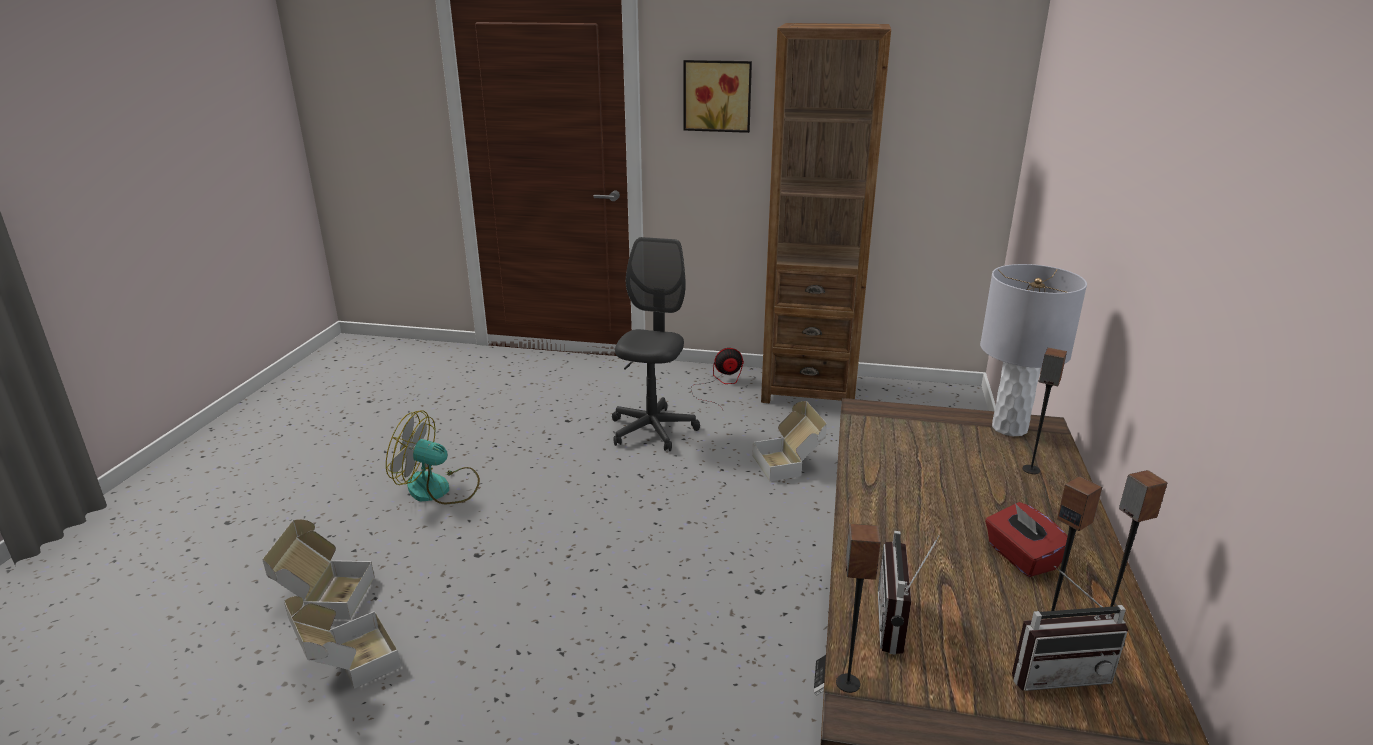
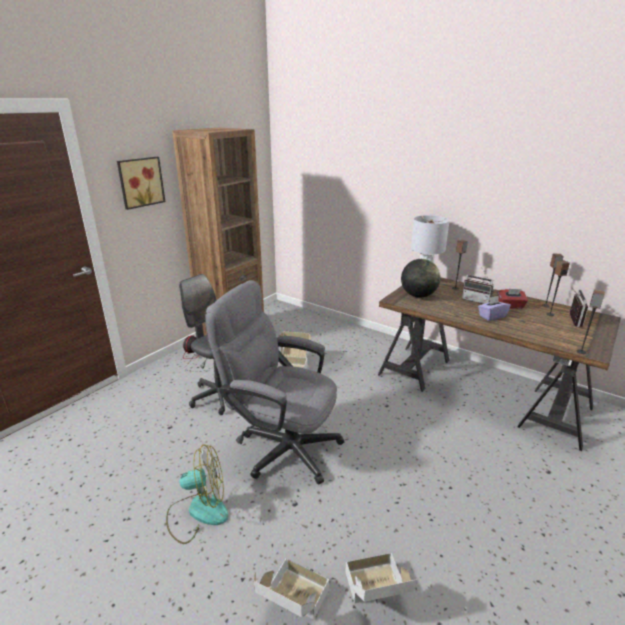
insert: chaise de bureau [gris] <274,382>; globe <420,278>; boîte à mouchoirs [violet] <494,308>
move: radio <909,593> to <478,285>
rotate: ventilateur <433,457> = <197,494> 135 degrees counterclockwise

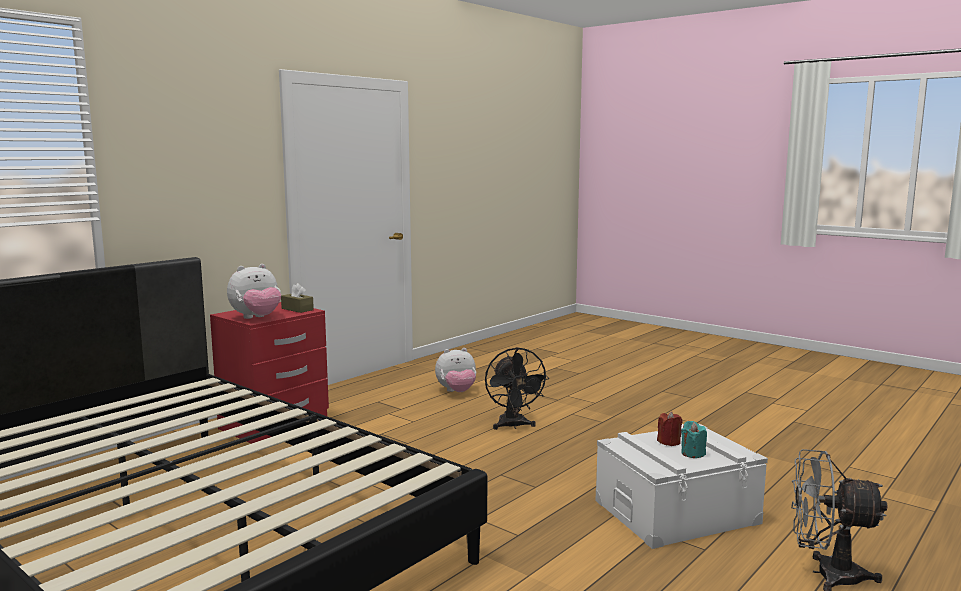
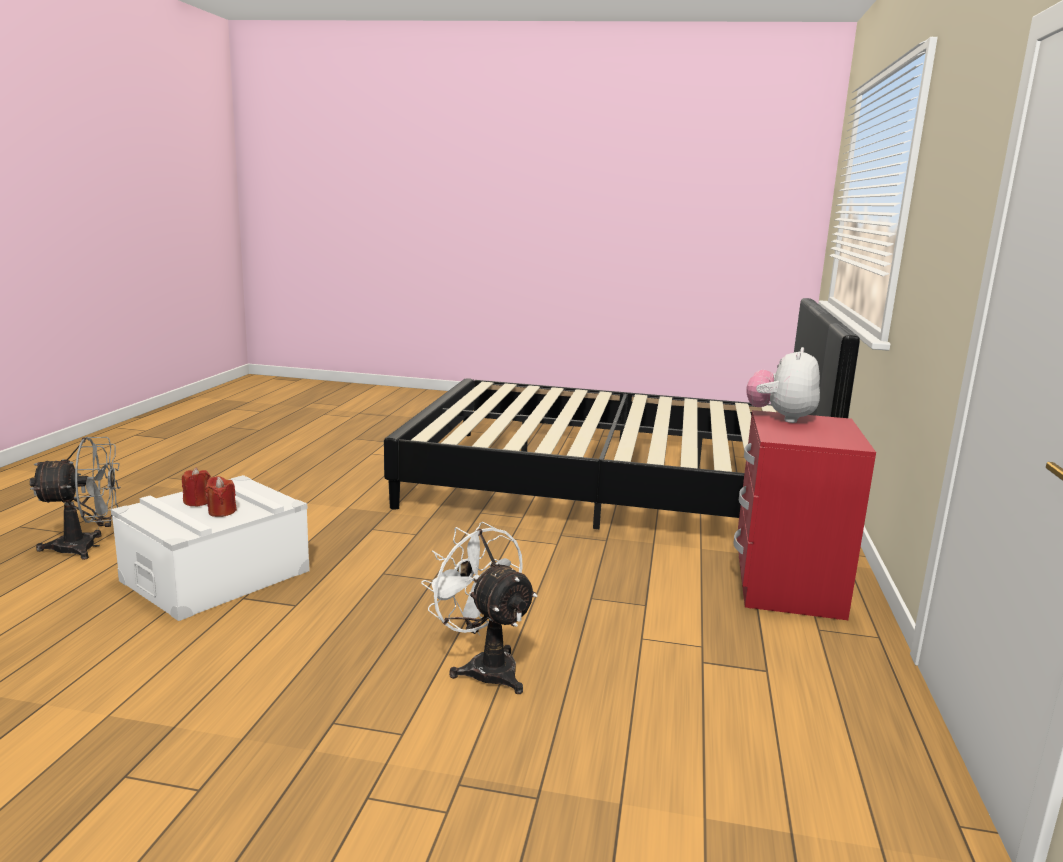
delete: boîte à mouchoirs [marron] <297,298>; peluche <455,370>
recolor: ventilateur [noir] <517,388> to ventilateur [blanc] <479,608>; bougie [turquoise] <694,439> to bougie [rouge] <196,487>

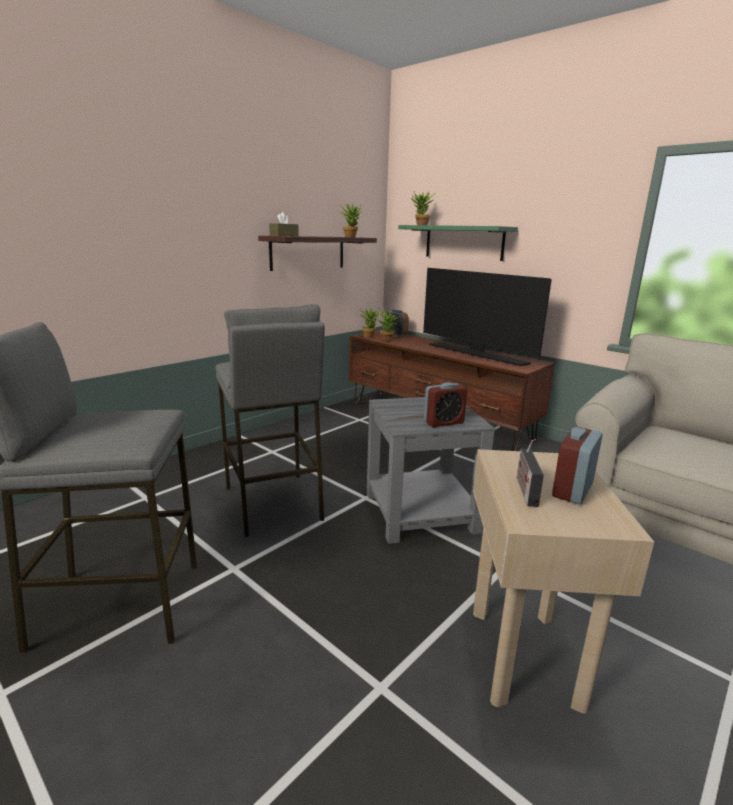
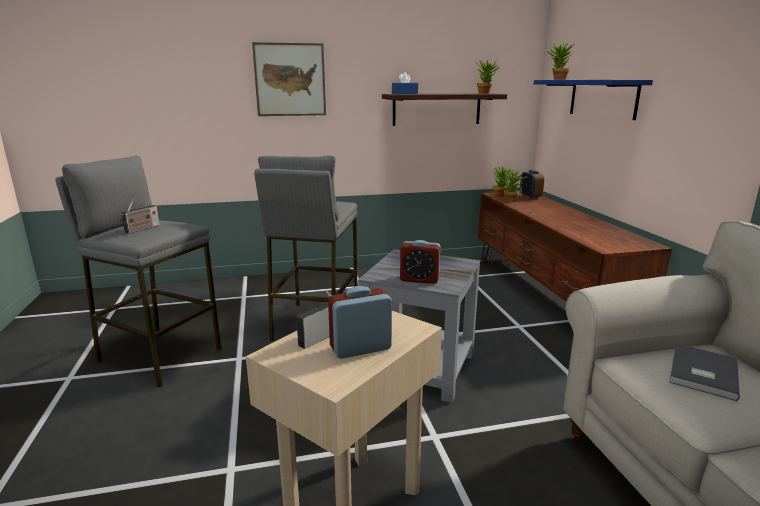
delete: téléviseur <487,317>
insert: radio <139,216>; tableau <289,79>; livre [gris] <704,372>
recolor: boîte à mouchoirs [marron] <284,224> to boîte à mouchoirs [bleu] <405,83>; étagère [vert] <458,243> to étagère [bleu] <593,100>

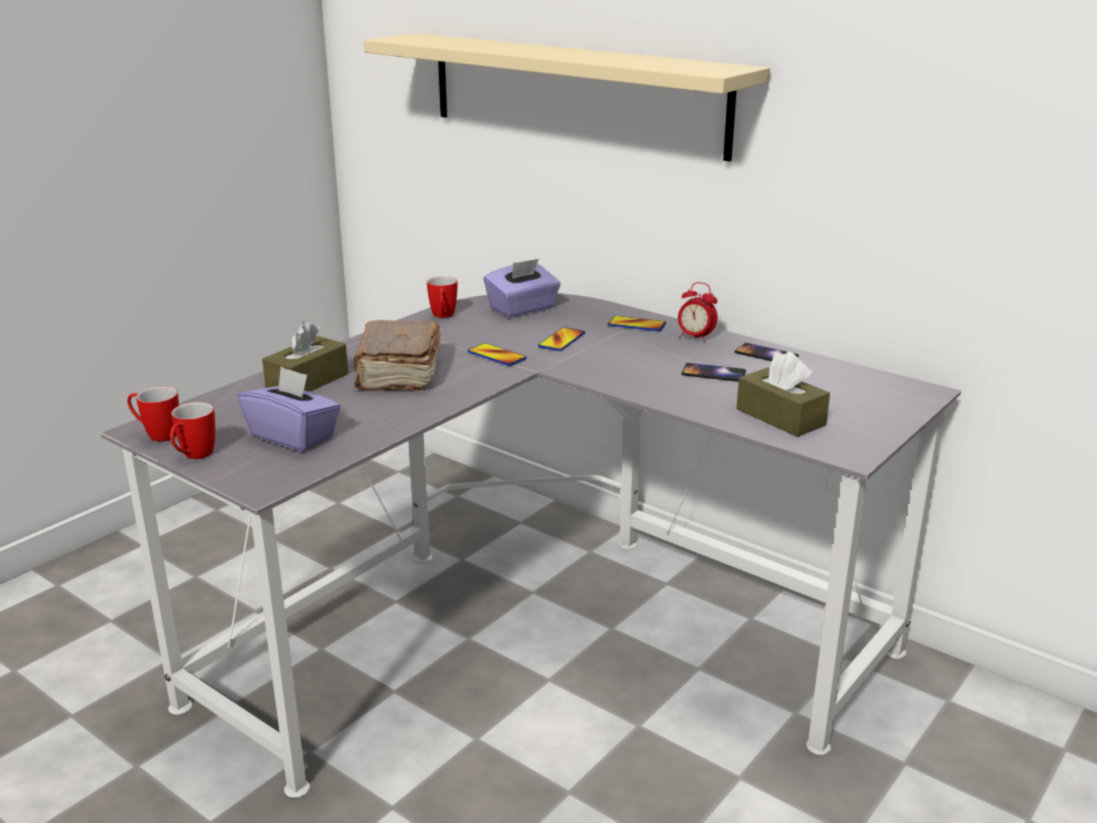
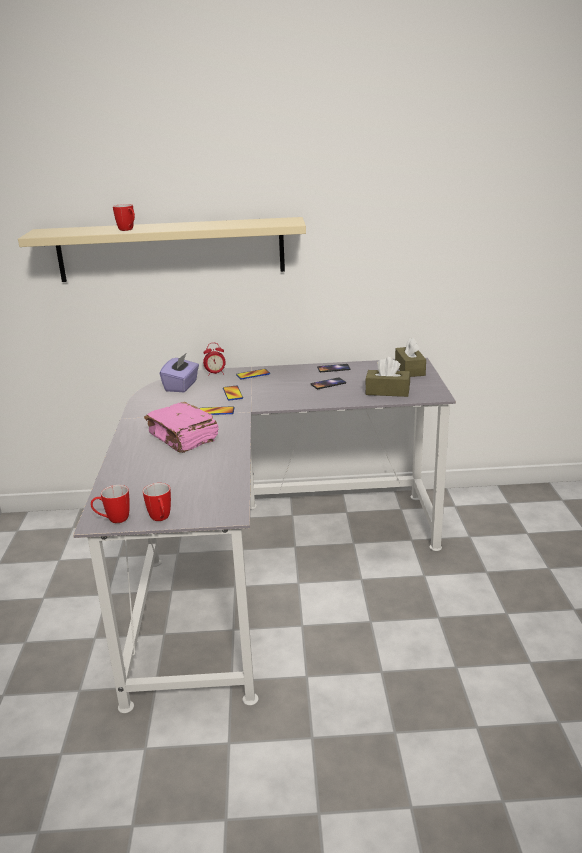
delete: boîte à mouchoirs [violet] <289,409>
move: boîte à mouchoirs [marron] <305,356> to <410,357>; mug <442,297> to <124,217>; réveil <698,312> to <214,359>
recolor: livre [marron] <397,355> to livre [rose] <181,427>

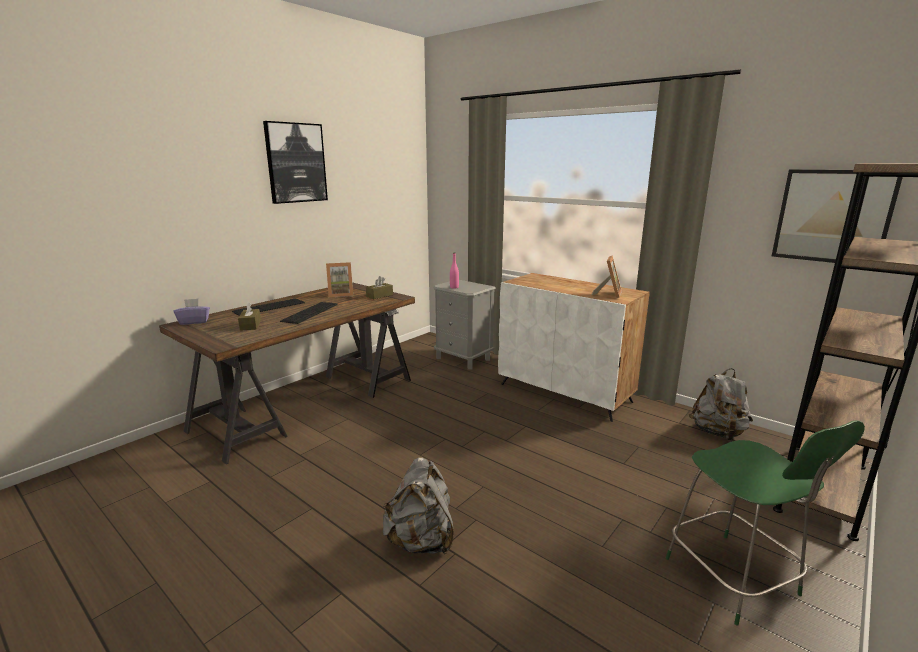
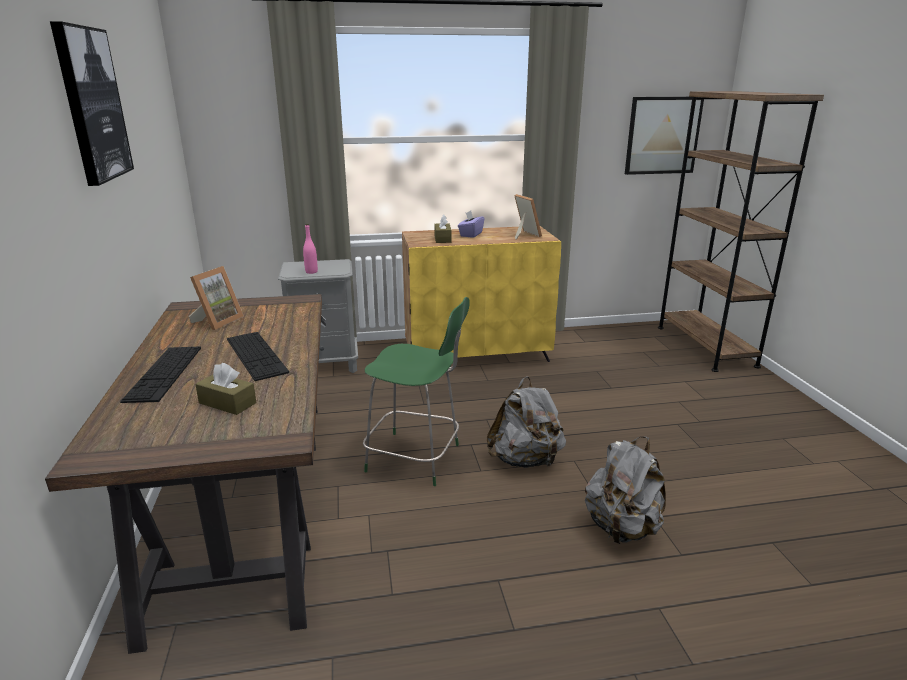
move: boîte à mouchoirs [violet] <191,312> to <471,224>; boîte à mouchoirs [marron] <379,287> to <443,229>; chaise [vert] <765,523> to <416,391>; sac à dos [gris] <721,404> to <526,422>
recolor: meuble de rangement [blanc] <574,347> to meuble de rangement [jaune] <481,294>

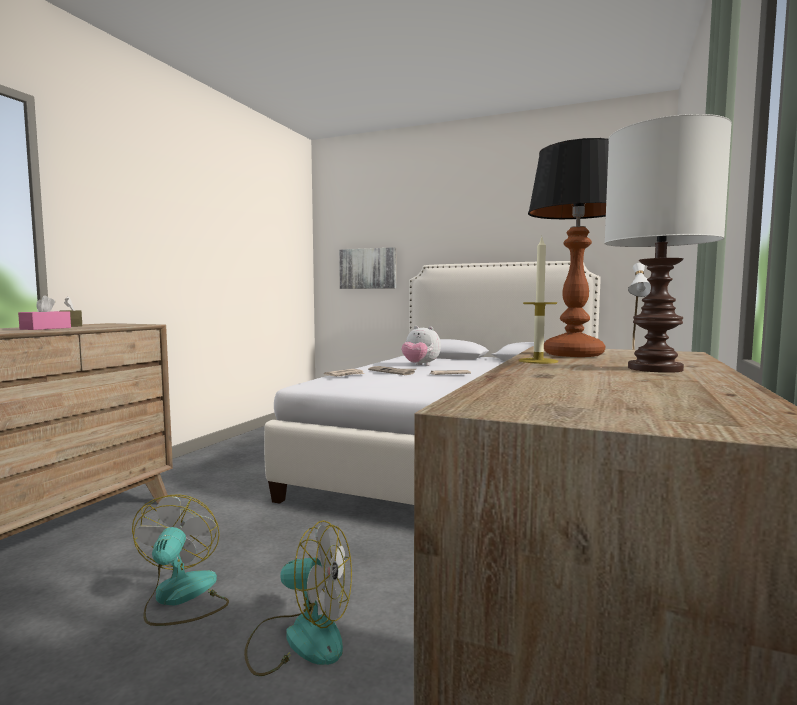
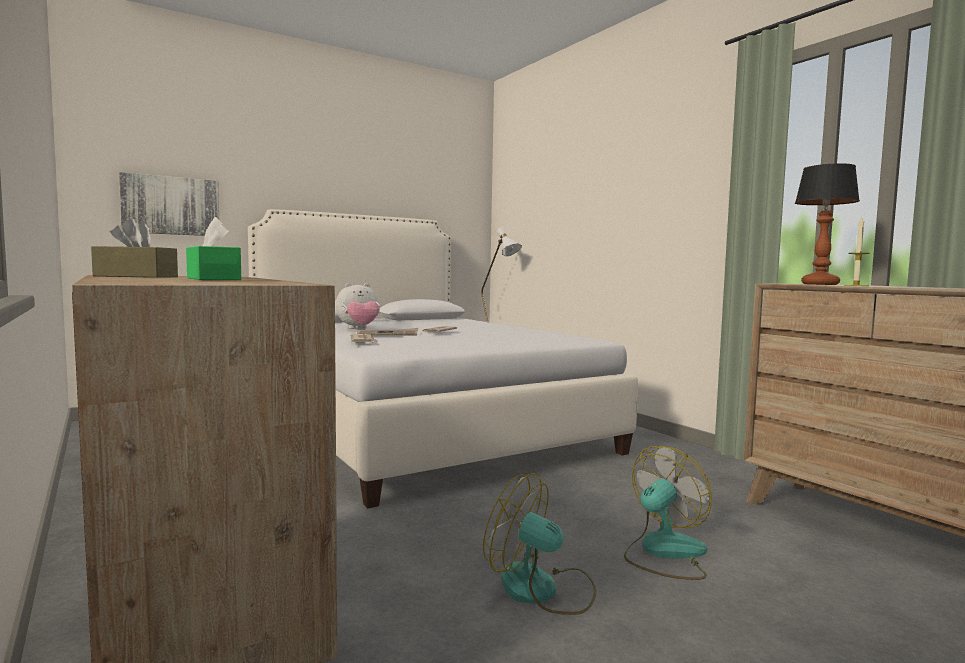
delete: lampe de table [blanc] <668,243>
recolor: boîte à mouchoirs [rose] <44,312> to boîte à mouchoirs [vert] <213,248>

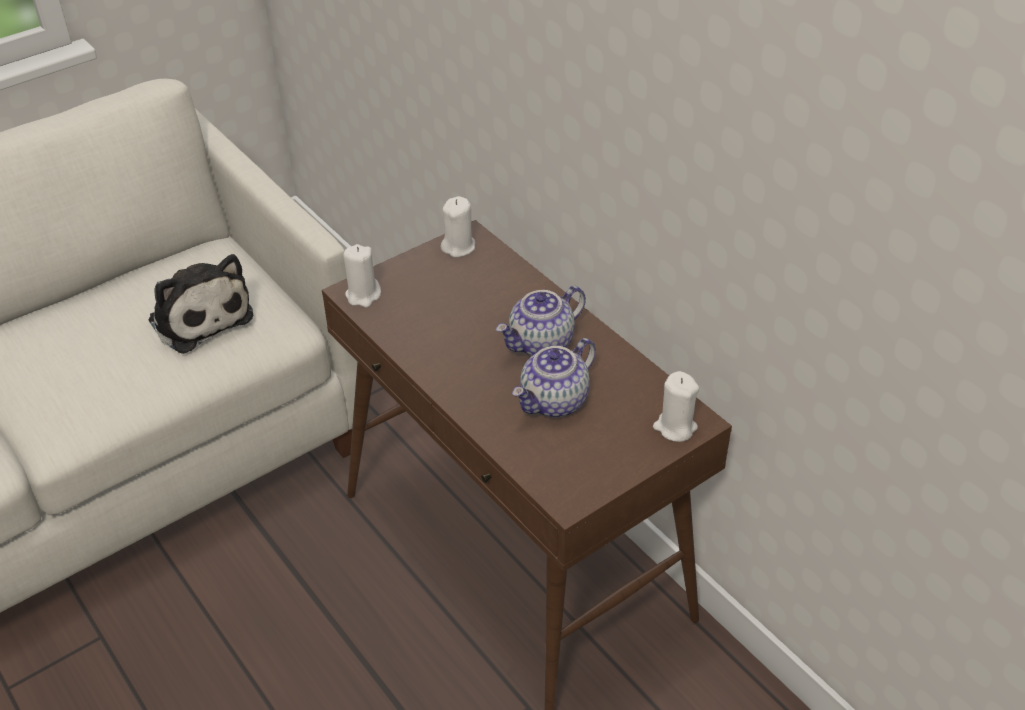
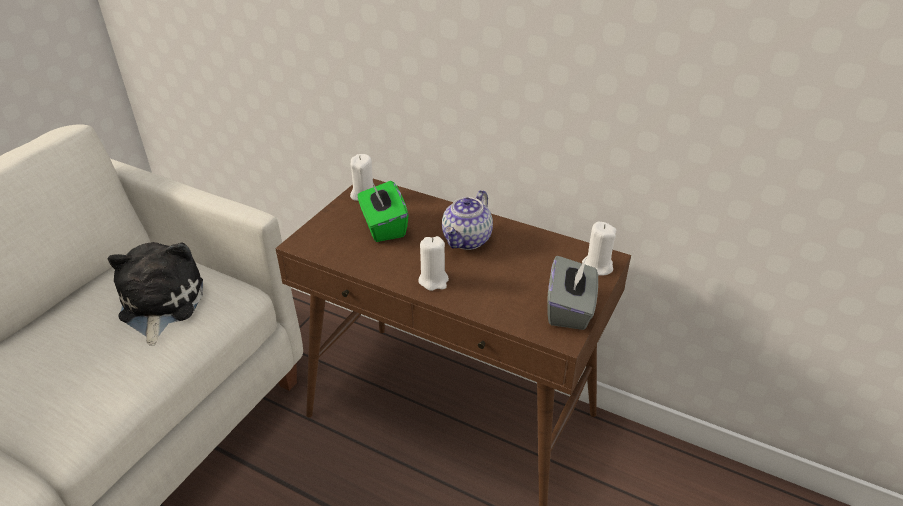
delete: théière <554,377>
insert: boîte à mouchoirs [vert] <383,211>; boîte à mouchoirs [gris] <572,293>
move: bougie [blanc] <362,276> to <433,263>
rotate: peluche <201,304> = <155,294> 120 degrees counterclockwise

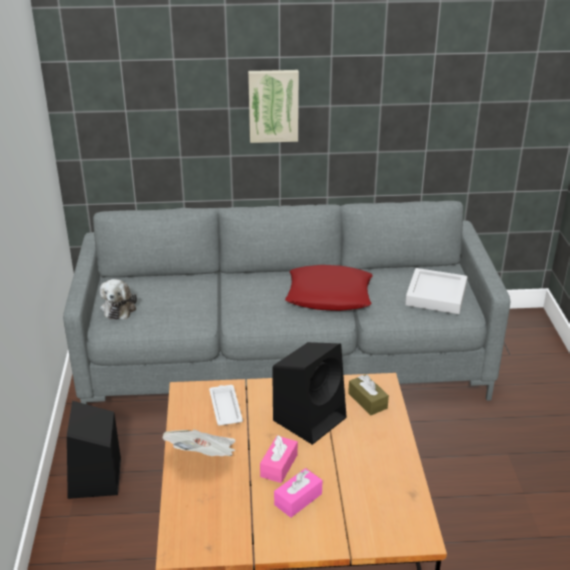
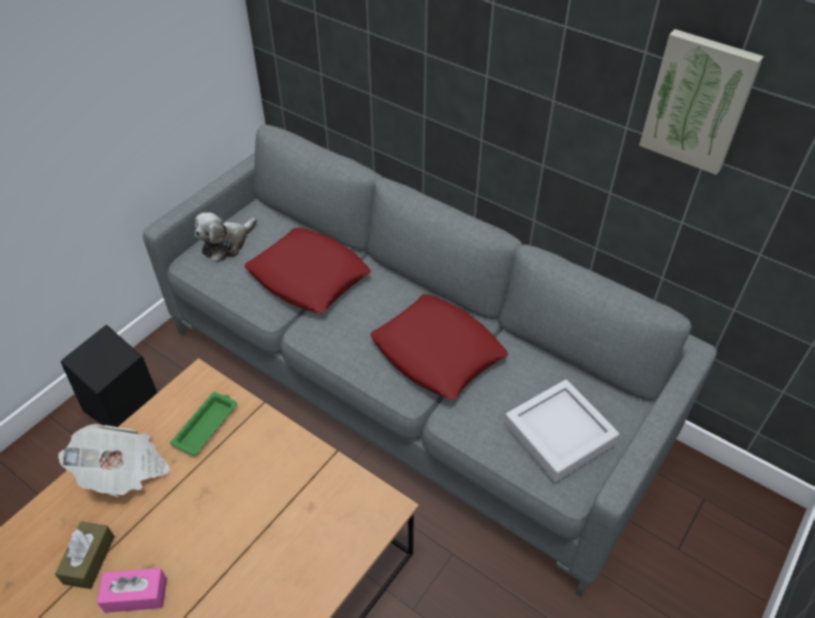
delete: boîte à mouchoirs [rose] <279,459>; enceinte [noir] <309,393>
insert: coussin [rouge] <307,270>
move: tableau <273,106> to <701,102>; boîte à mouchoirs [marron] <368,394> to <85,555>
recolor: plateau [blanc] <226,405> to plateau [vert] <203,424>

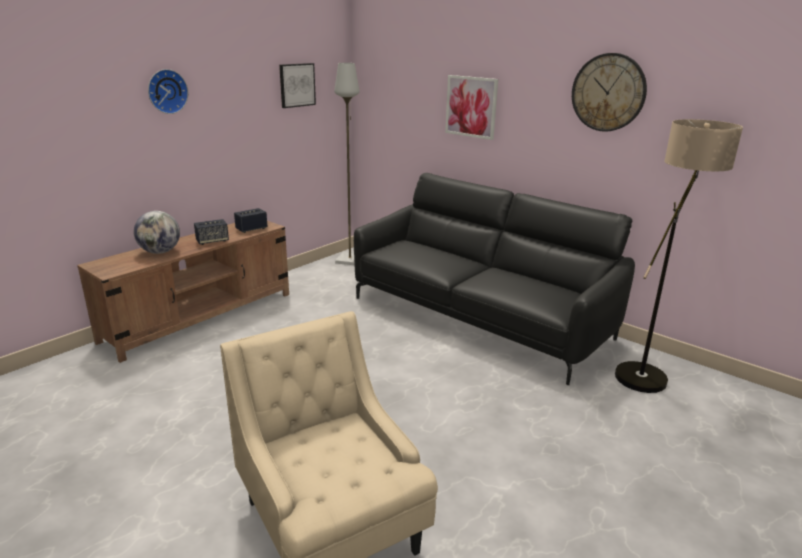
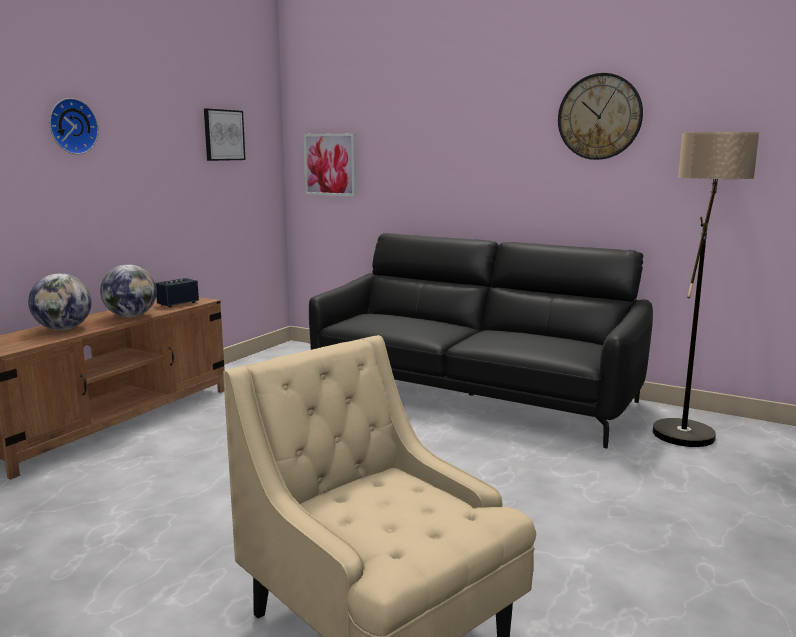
delete: lampadaire [gris] <347,164>
move: tableau <471,107> to <329,165>
replace: enceinte <211,232> to globe <128,290>

